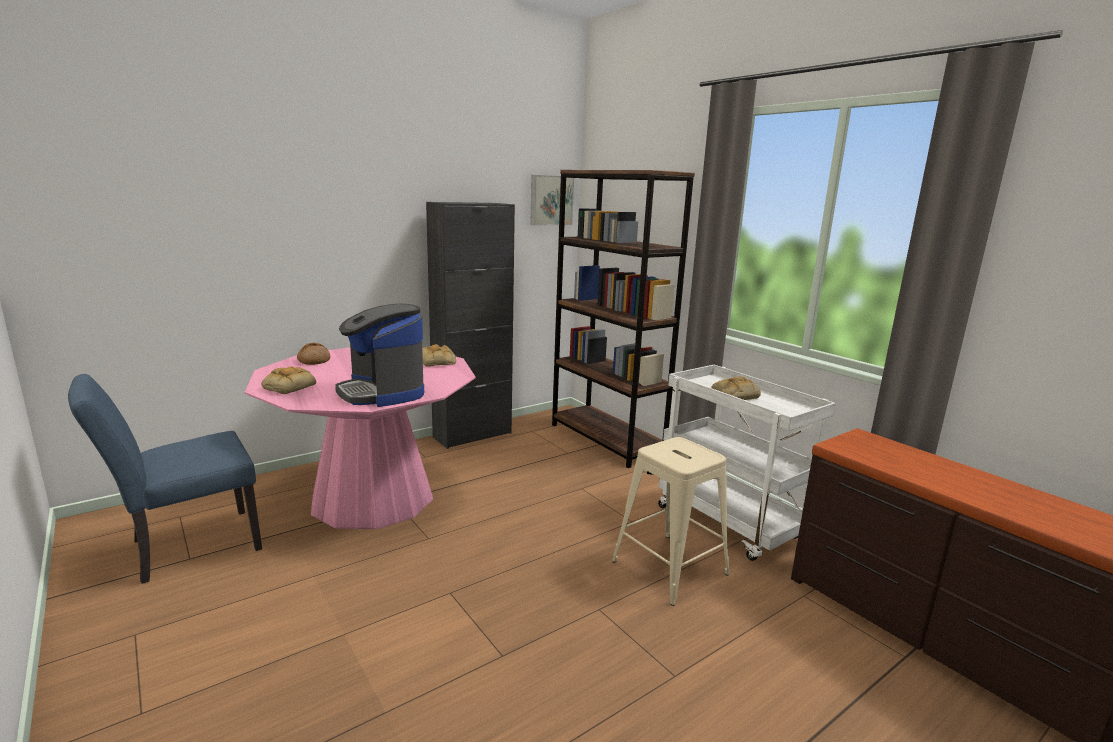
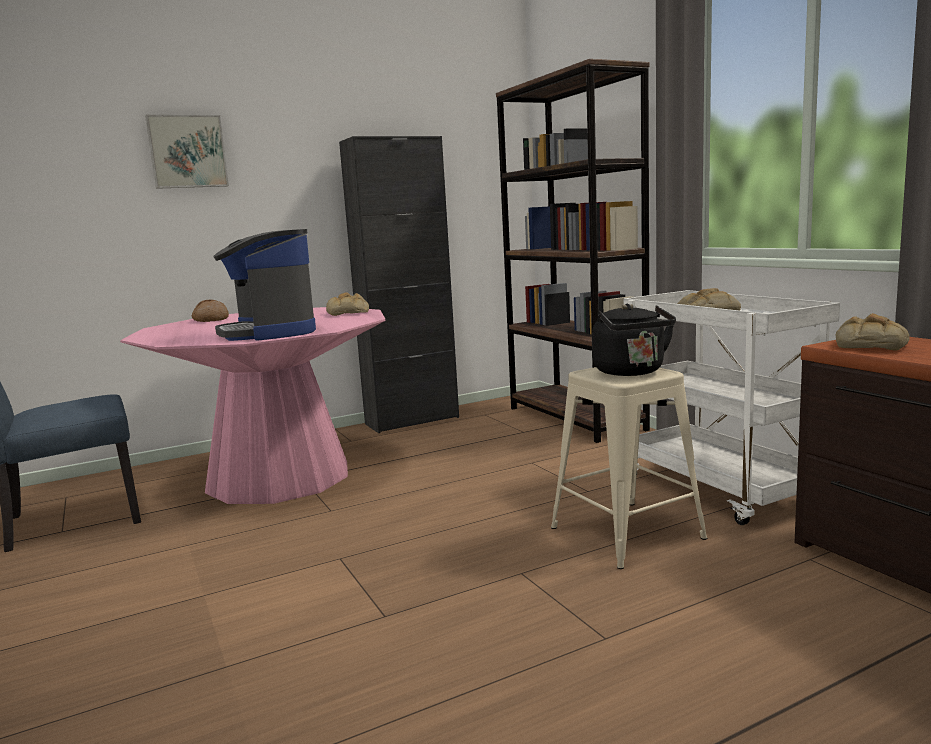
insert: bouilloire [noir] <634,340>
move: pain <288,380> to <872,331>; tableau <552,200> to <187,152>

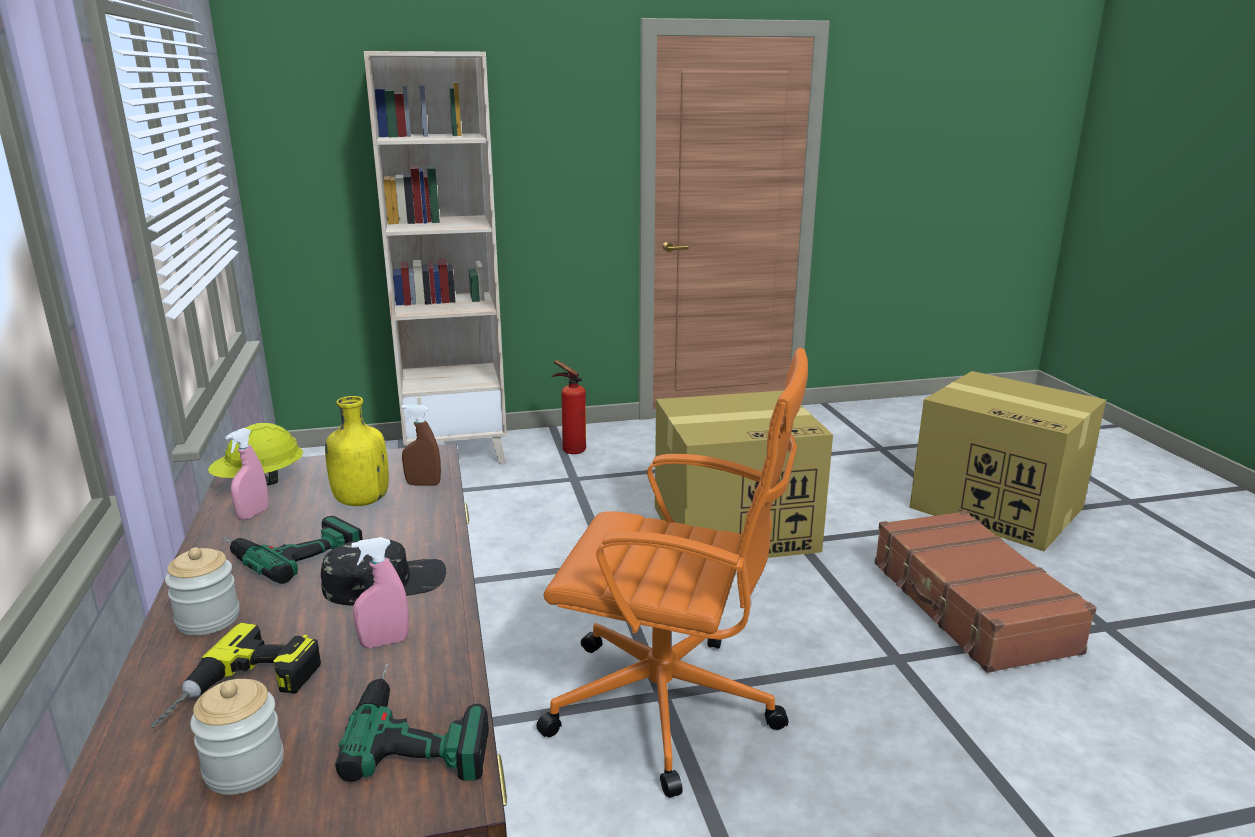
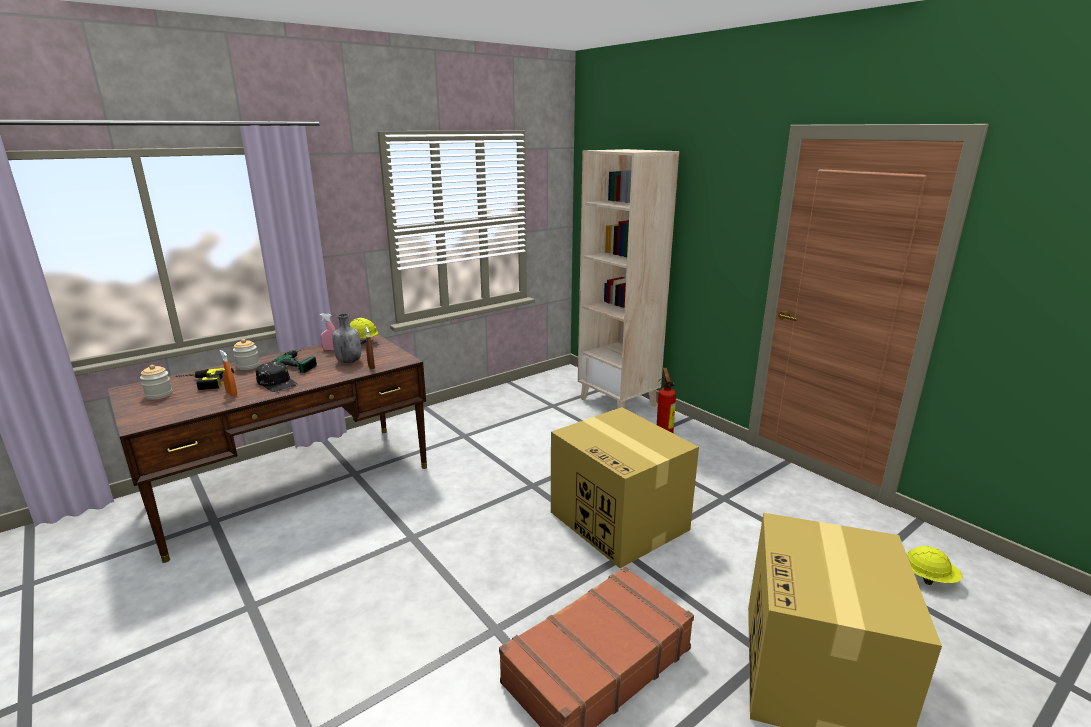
delete: perceuse <412,722>; chaise de bureau [orange] <672,573>
insert: casque de chantier [jaune] <934,565>
recolor: bouteille [jaune] <357,451> to bouteille [gris] <346,338>; vaporisateur [rose] <380,592> to vaporisateur [orange] <228,373>

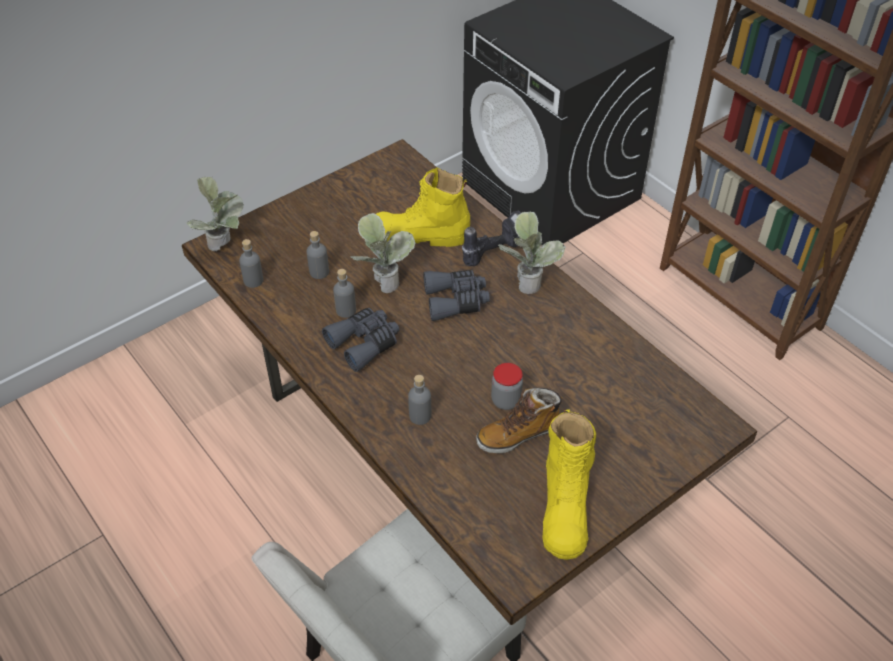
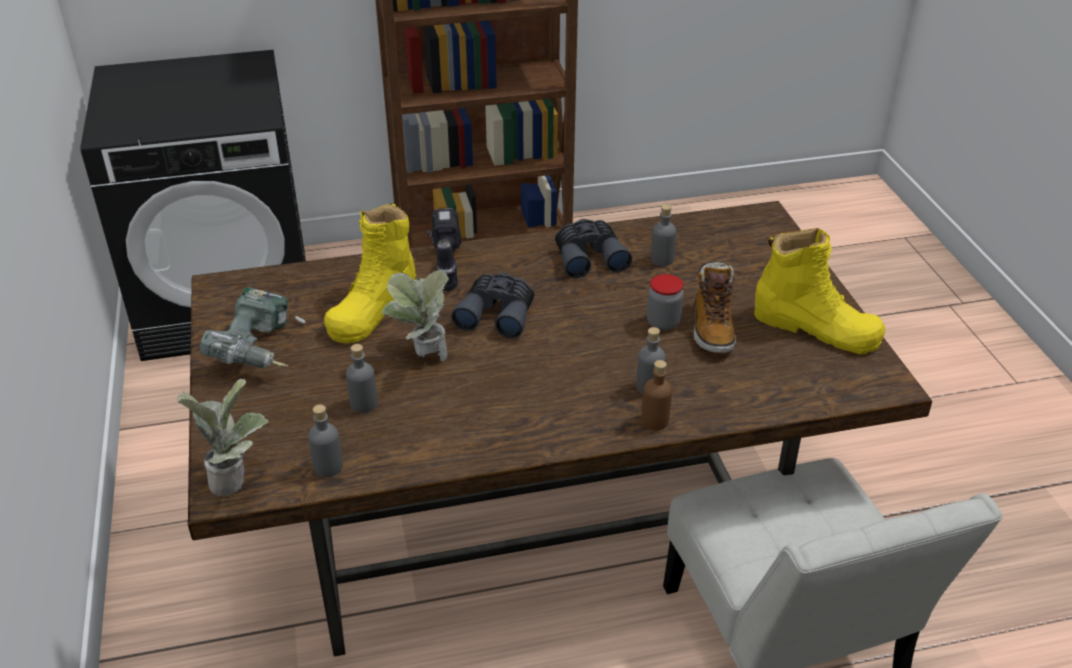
delete: plante en pot <532,253>
insert: perceuse <252,328>; bouteille [marron] <656,395>
move: jumelles [gris] <360,340> to <593,248>; bouteille [gris] <344,293> to <663,235>

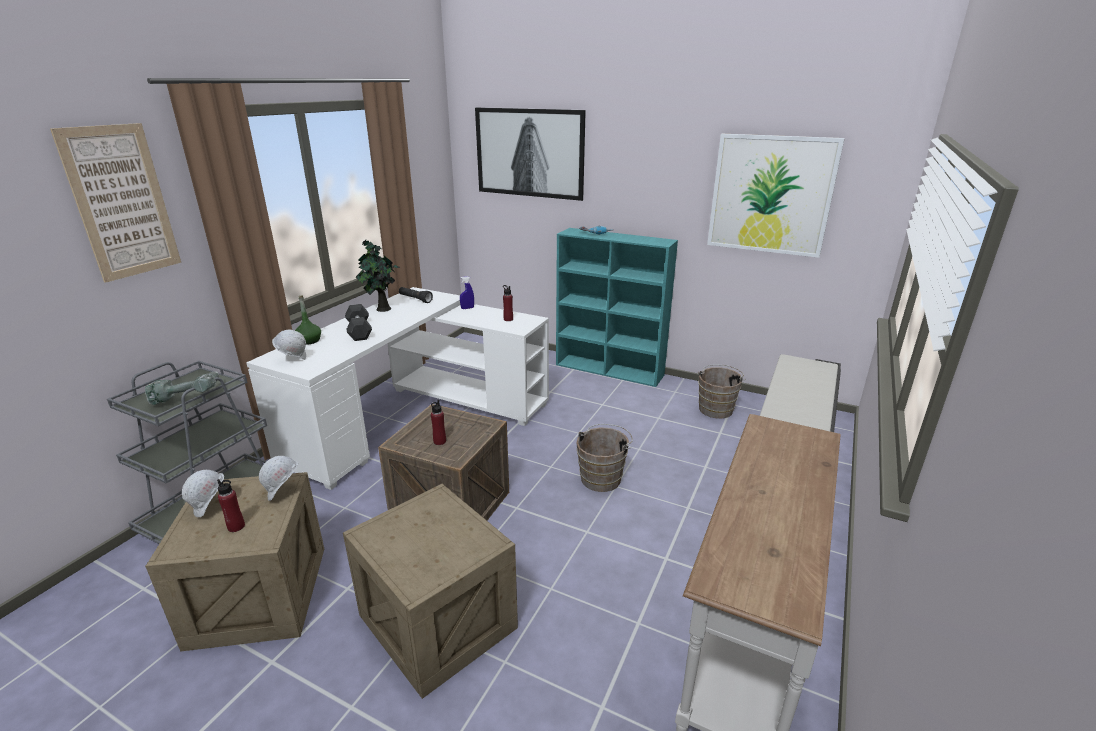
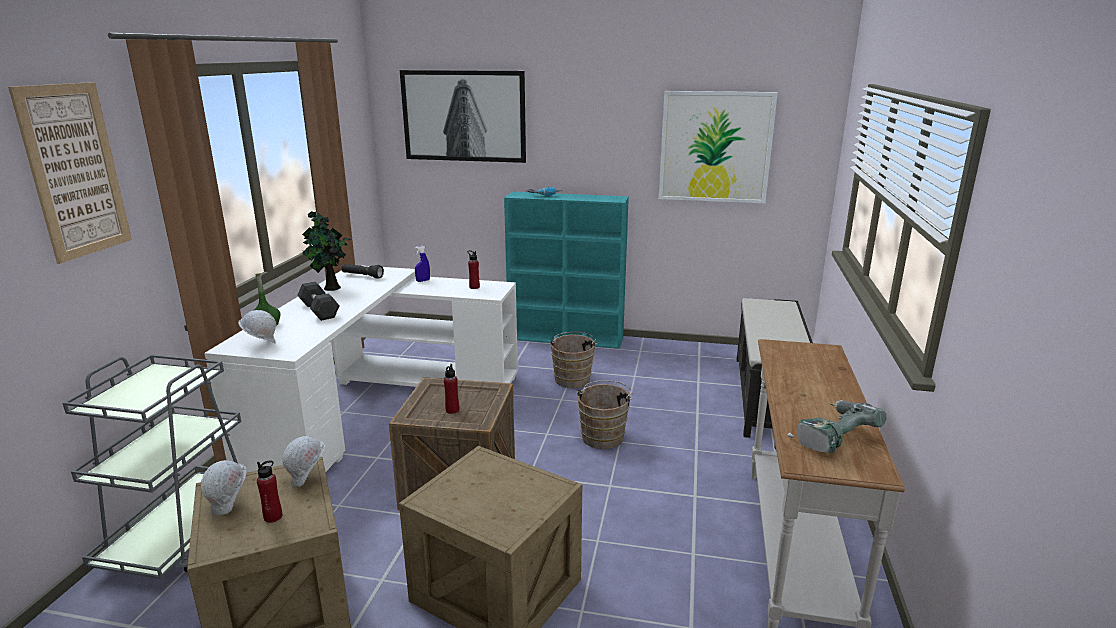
move: perceuse <182,388> to <837,426>; seau [marron] <722,392> to <573,360>

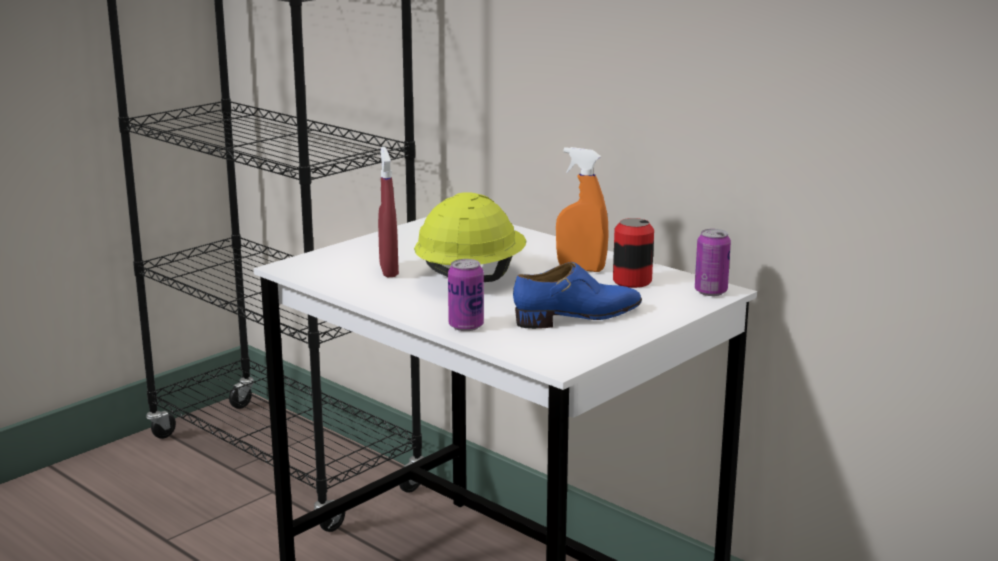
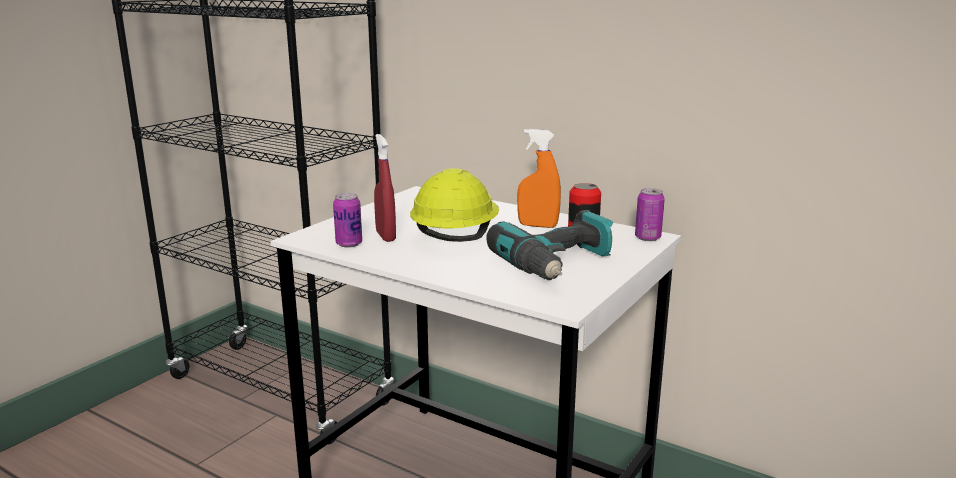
move: boîte métallique <466,295> to <347,220>
replace: chaussure [bleu] <577,295> to perceuse <550,245>

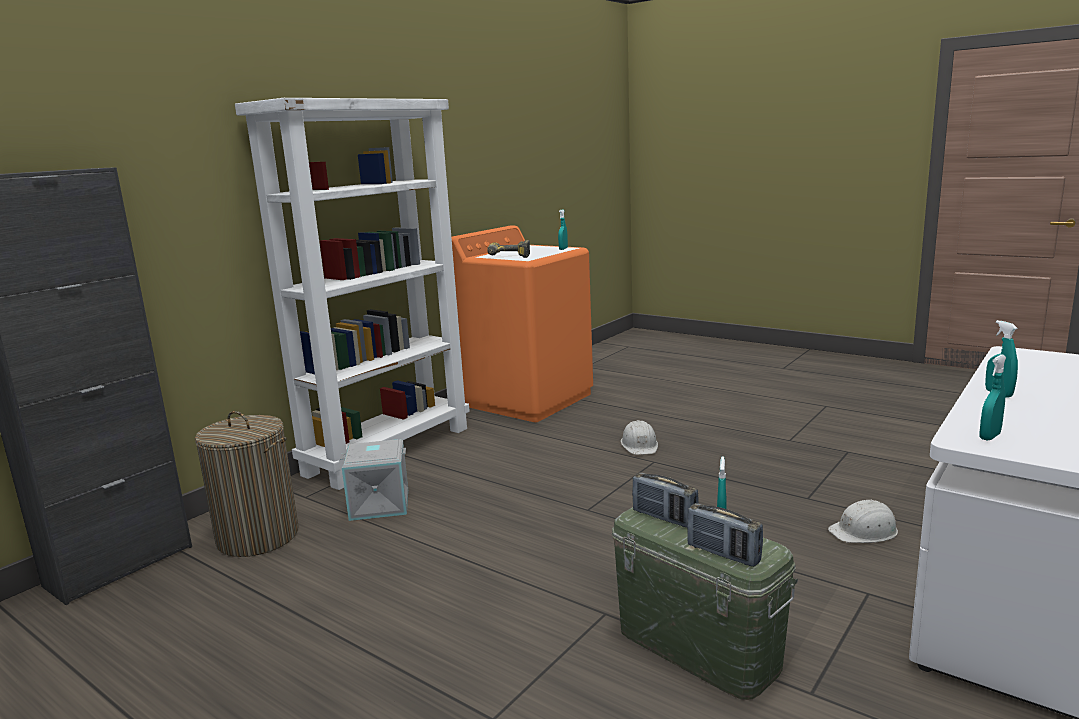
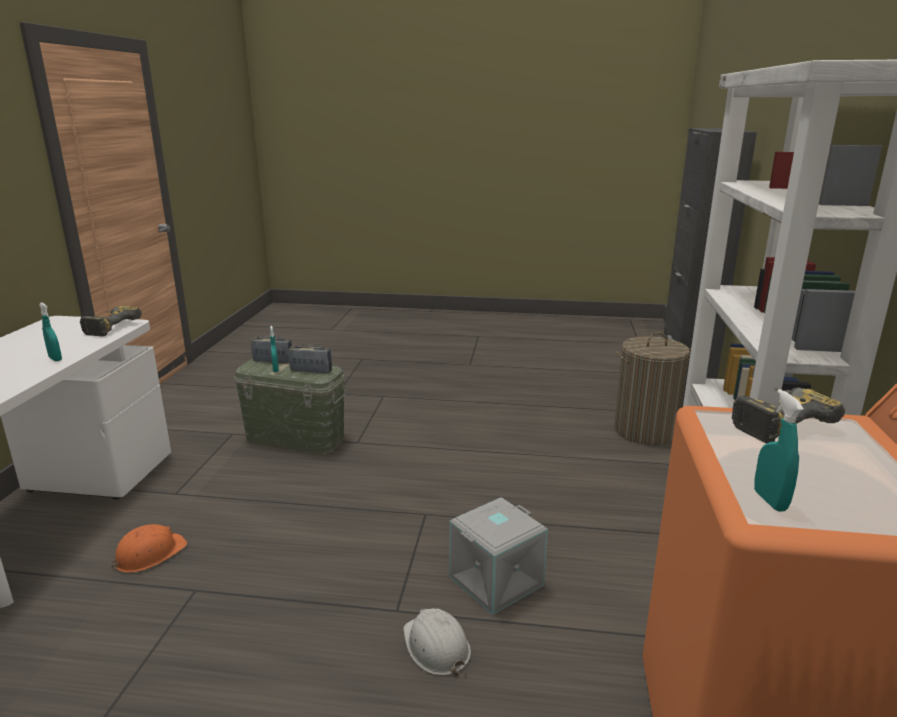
move: boîte de rangement [gris] <374,480> to <498,556>
replace: vaporisateur [turquoise] <993,398> to perceuse <111,321>
recolor: casque de chantier [blanc] <863,521> to casque de chantier [orange] <149,548>

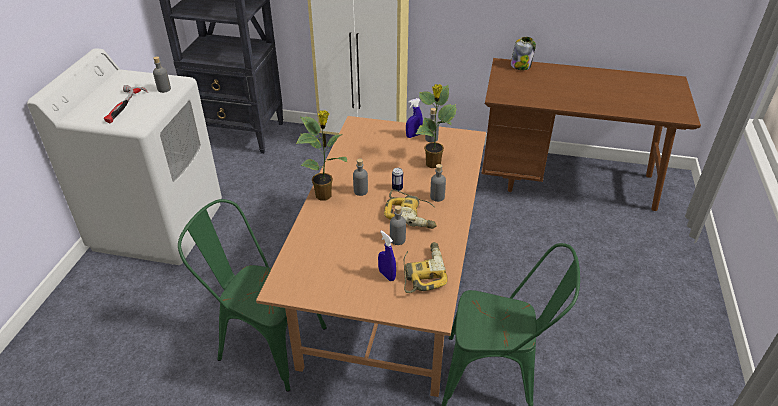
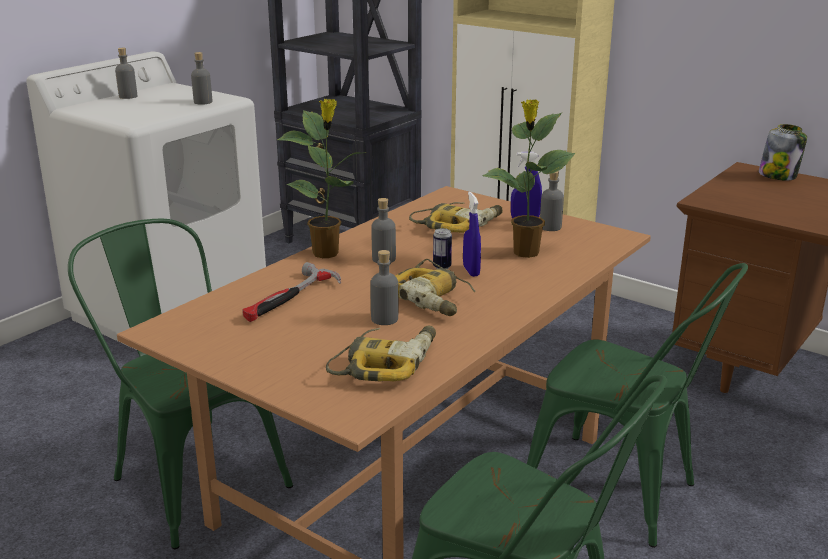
insert: perceuse <456,217>; chaise [vert] <637,405>
move: marteau <126,104> to <292,292>; vaporisateur [bleu] <387,255> to <472,234>; bouteille [gris] <438,183> to <126,73>

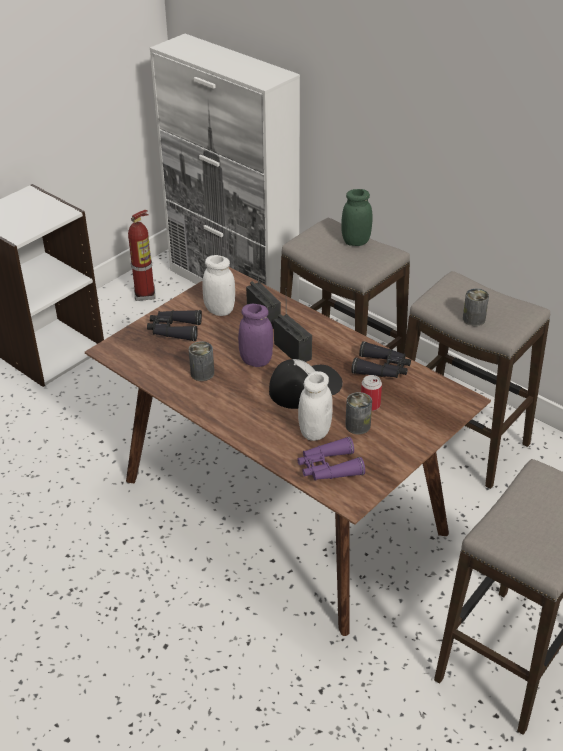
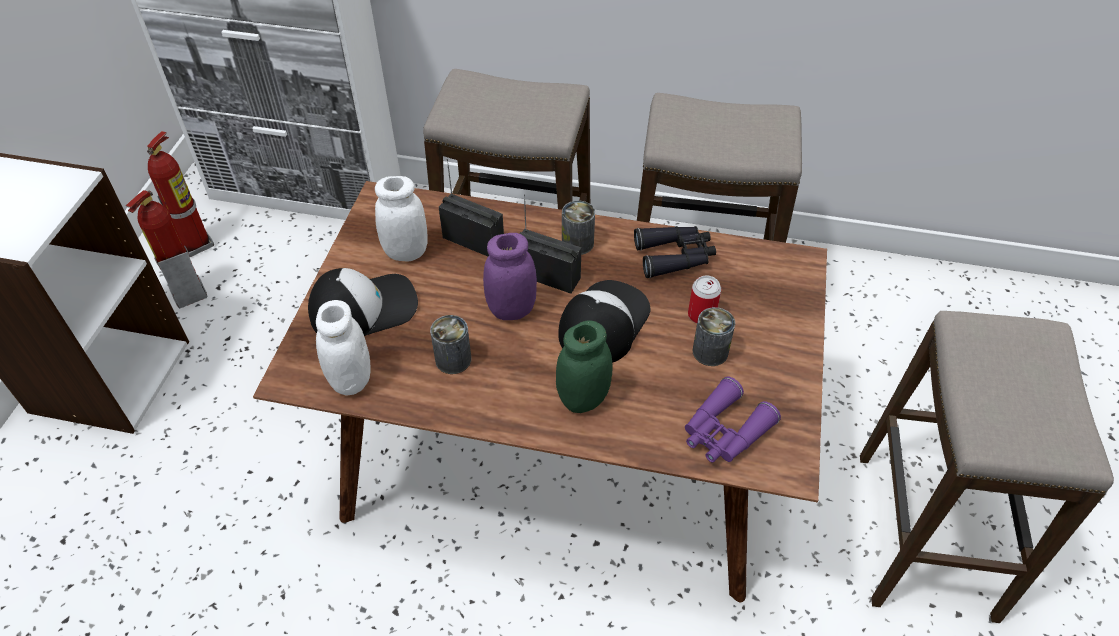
insert: extincteur <166,249>
move: bocal [blanc] <315,406> to <343,347>; bocal [vert] <356,217> to <584,366>; boîte métallique <476,307> to <578,228>
replace: jumelles [noir] <174,325> to casquette <363,302>

